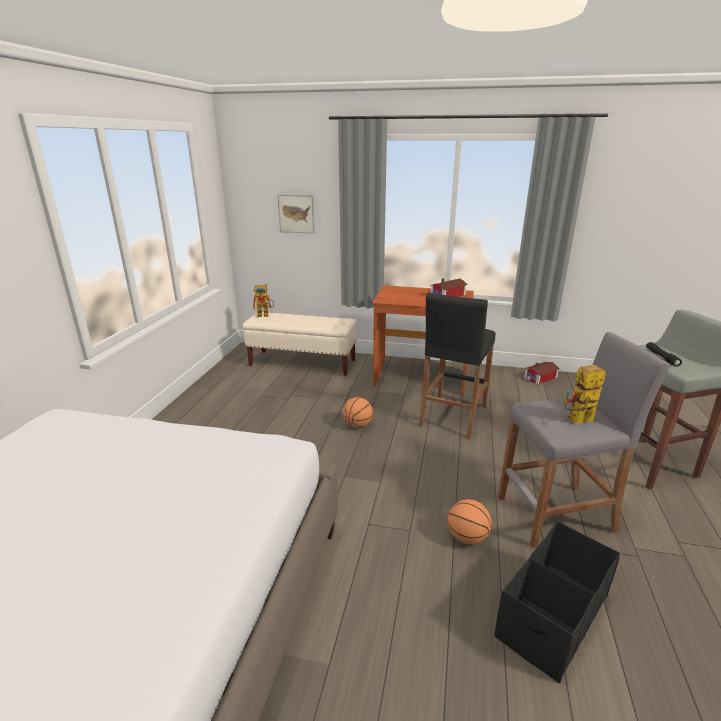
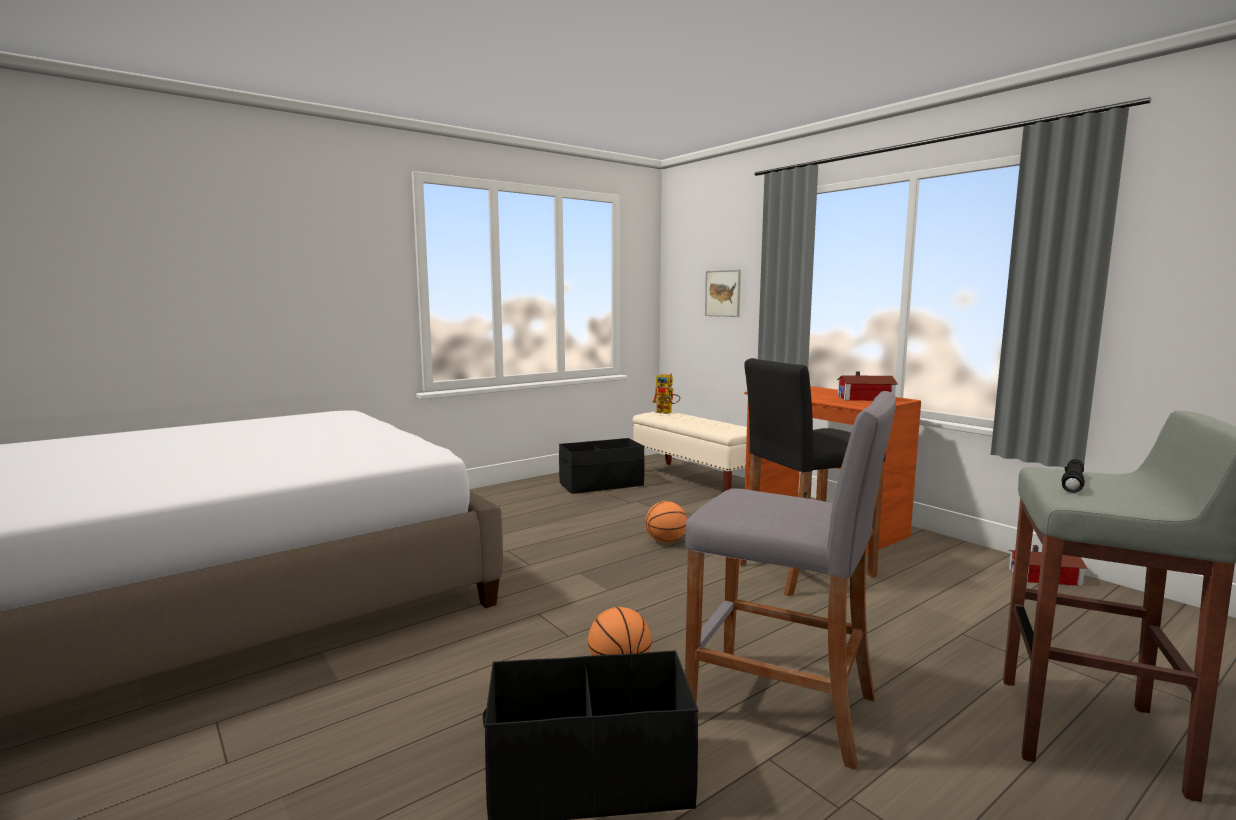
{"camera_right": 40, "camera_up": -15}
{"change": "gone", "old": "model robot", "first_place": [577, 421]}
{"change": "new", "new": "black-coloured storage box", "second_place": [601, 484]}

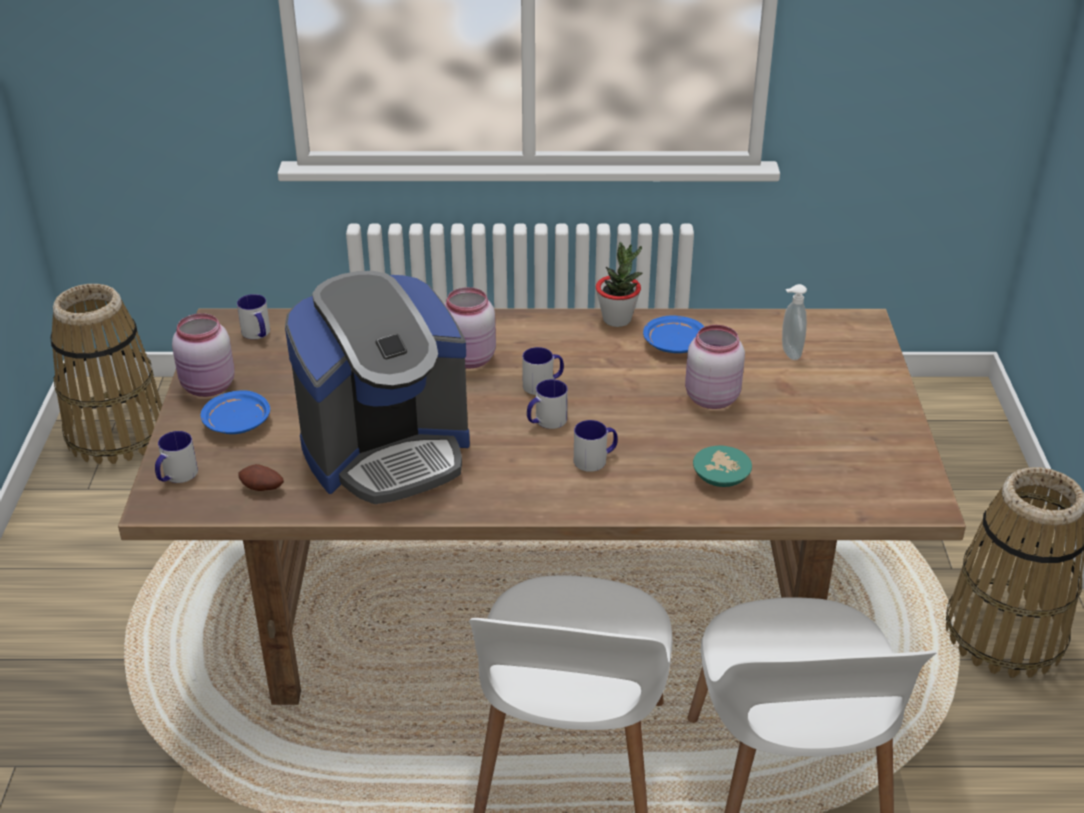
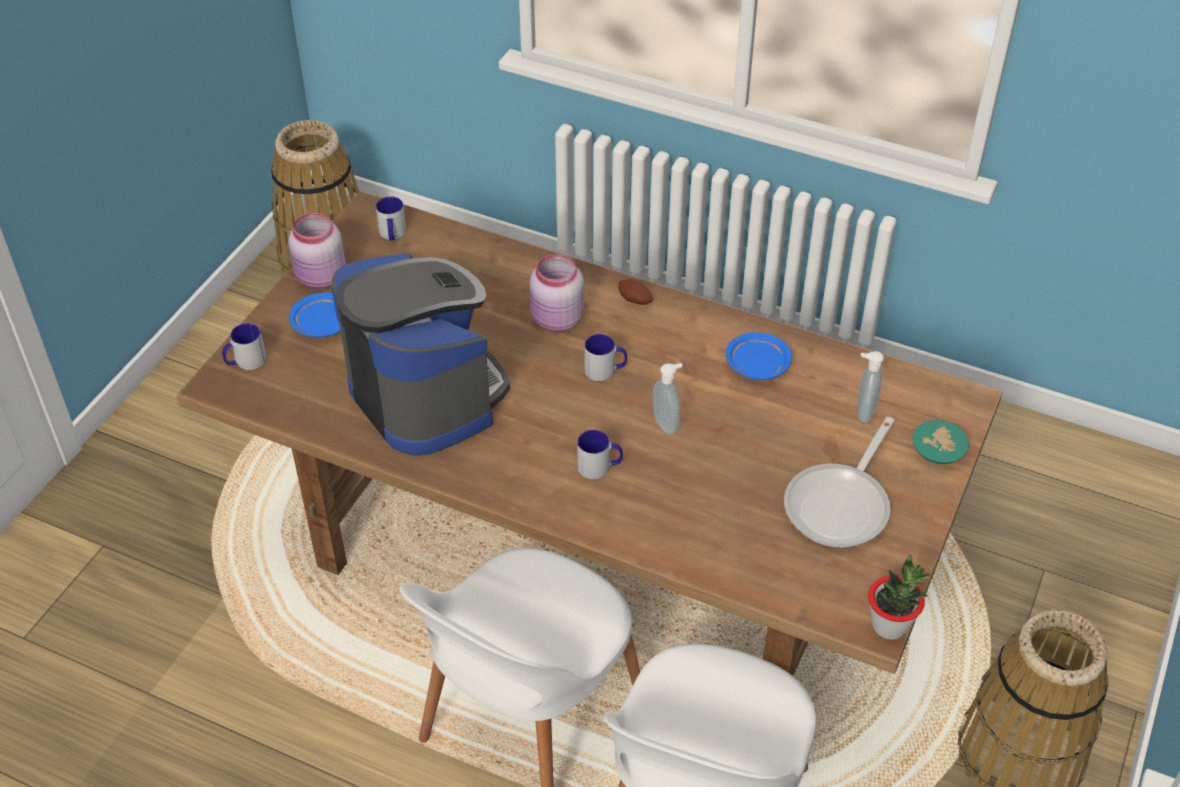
{"camera_right": 25, "camera_up": 10}
{"change": "gone", "old": "mug", "first_place": [546, 421]}
{"change": "gone", "old": "pinkish jar", "first_place": [710, 398]}
{"change": "new", "new": "soap dispenser", "second_place": [667, 424]}
{"change": "new", "new": "pan", "second_place": [841, 505]}
{"change": "shifted", "old": "whole potato", "first_place": [262, 489], "second_place": [634, 301]}
{"change": "shifted", "old": "plant in a pot", "first_place": [617, 319], "second_place": [890, 625]}
{"change": "shifted", "old": "turquoise-coloured serving bowl", "first_place": [720, 476], "second_place": [938, 450]}
{"change": "rotated", "old": "coffee maker", "first_place": [387, 451], "second_place": [426, 395], "degrees": -120}

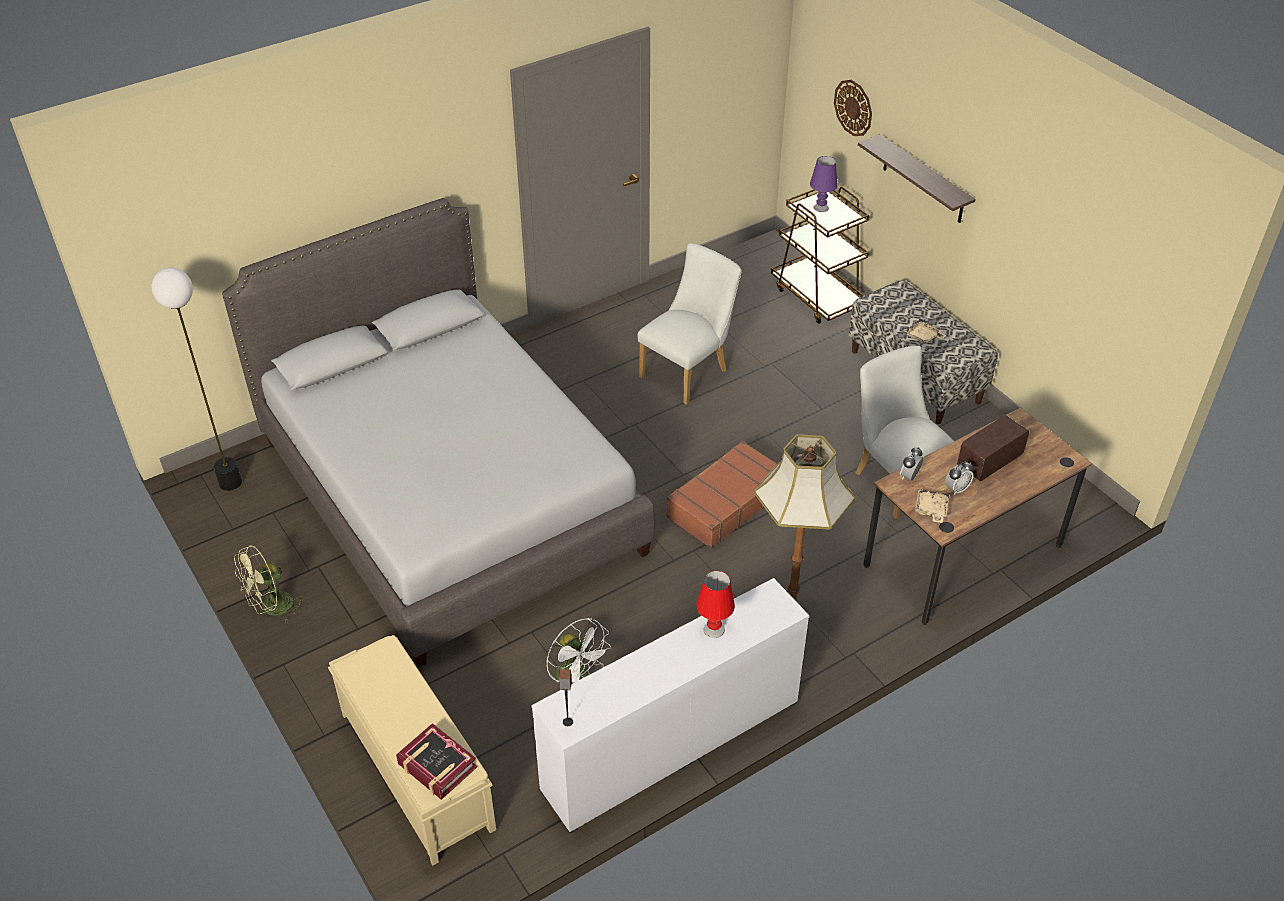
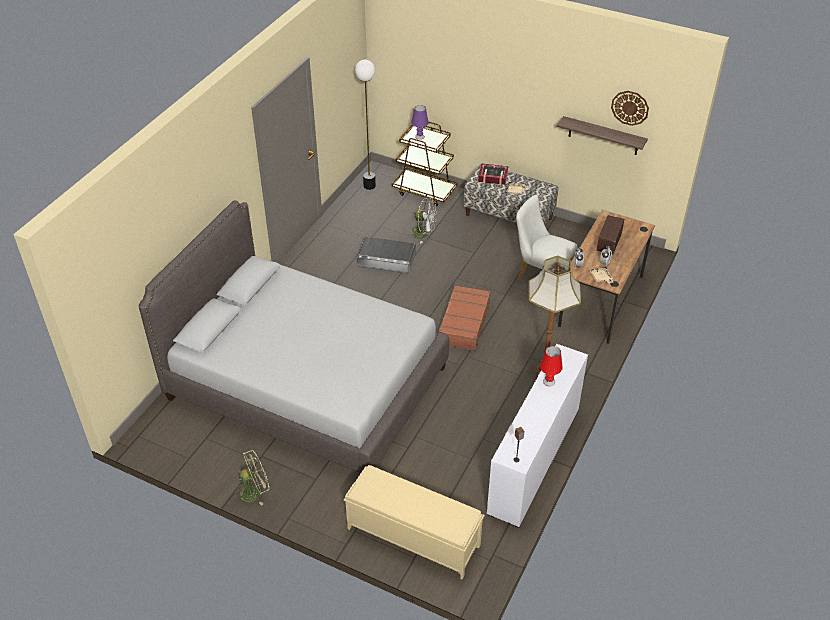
{"camera_right": -30, "camera_up": 0}
{"change": "shifted", "old": "floor lamp", "first_place": [230, 482], "second_place": [369, 185]}
{"change": "shifted", "old": "bound book", "first_place": [437, 766], "second_place": [493, 177]}
{"change": "shifted", "old": "whitish cooling fan", "first_place": [577, 678], "second_place": [424, 234]}
{"change": "shifted", "old": "clock on the wall", "first_place": [853, 107], "second_place": [630, 107]}
{"change": "shifted", "old": "wall shelf", "first_place": [923, 180], "second_place": [603, 136]}
{"change": "swapped", "old": "whitish plain chair", "new": "gray storage box", "first_place": [688, 371], "second_place": [386, 259]}
{"change": "rotated", "old": "greenish cooling fan", "first_place": [272, 609], "second_place": [254, 491], "degrees": -135}

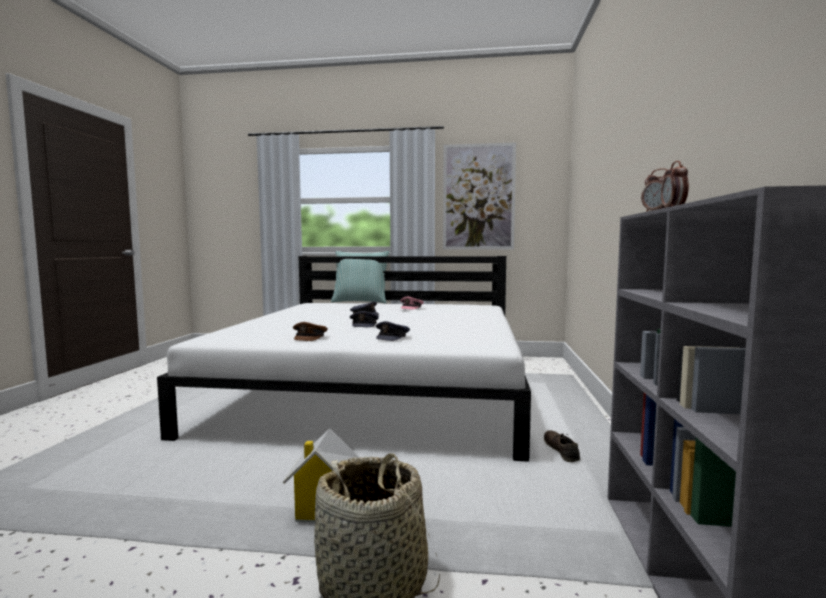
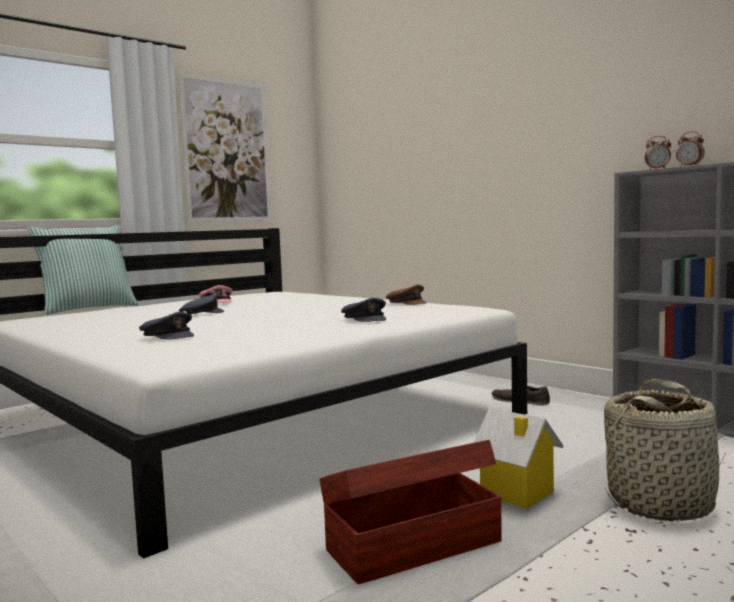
{"camera_right": -50, "camera_up": 0}
{"change": "new", "new": "brown storage box", "second_place": [411, 547]}
{"change": "shifted", "old": "brown cap", "first_place": [310, 337], "second_place": [407, 303]}
{"change": "shifted", "old": "gray cap", "first_place": [364, 325], "second_place": [169, 336]}

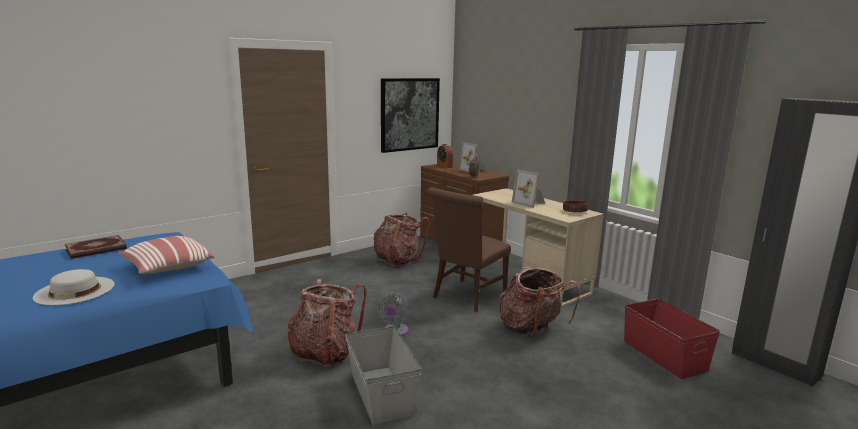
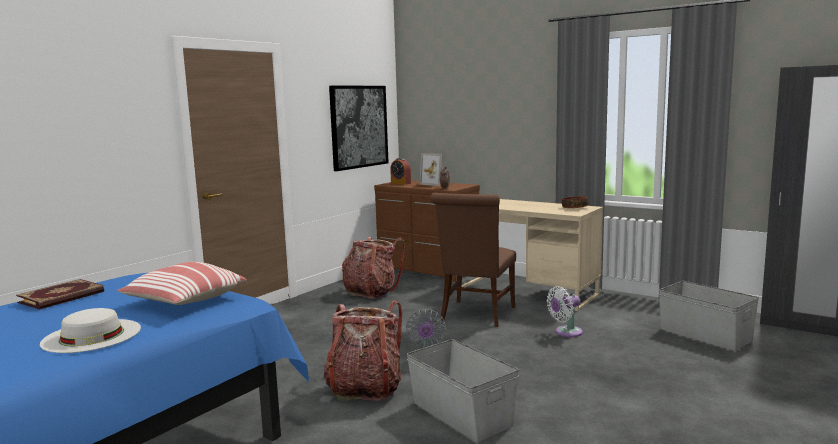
{"camera_right": -15, "camera_up": -5}
{"change": "gone", "old": "picture frame", "first_place": [529, 203]}
{"change": "swapped", "old": "rucksack", "new": "whitish cooling fan", "first_place": [532, 329], "second_place": [566, 332]}
{"change": "repainted", "old": "red storage box", "new": "gray storage box", "first_place": [664, 355], "second_place": [704, 334]}

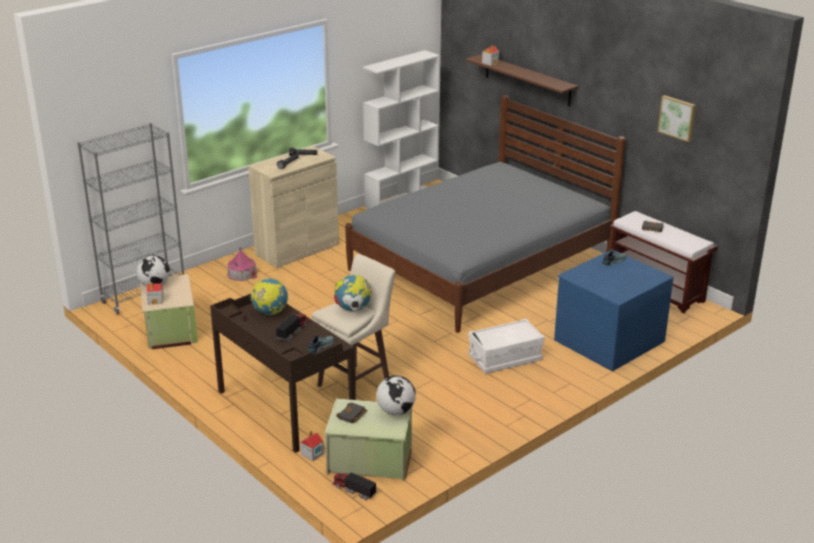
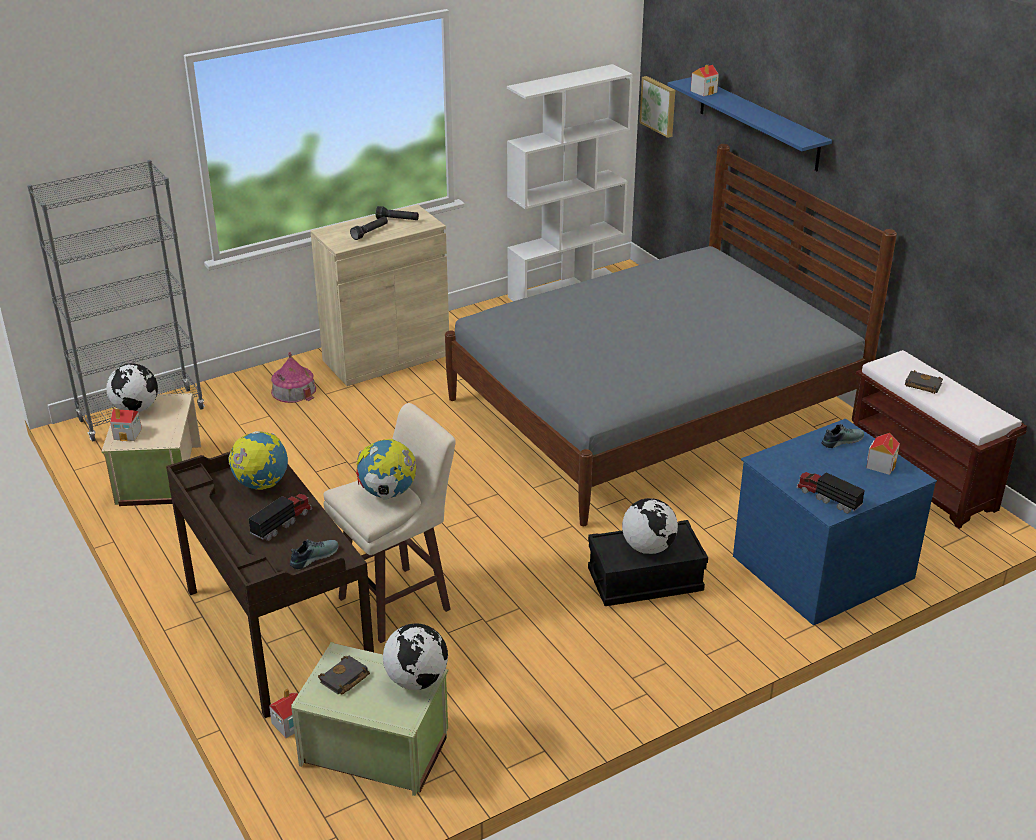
{"camera_right": 10, "camera_up": 5}
{"change": "new", "new": "globe", "second_place": [648, 547]}
{"change": "new", "new": "toy house", "second_place": [881, 465]}
{"change": "shifted", "old": "model truck", "first_place": [353, 490], "second_place": [827, 498]}
{"change": "shifted", "old": "wall picture", "first_place": [677, 117], "second_place": [659, 106]}
{"change": "repainted", "old": "brown wall shelf", "new": "blue-coloured wall shelf", "first_place": [527, 80], "second_place": [758, 123]}
{"change": "repainted", "old": "whitish storage box", "new": "black-coloured storage box", "first_place": [505, 358], "second_place": [645, 581]}

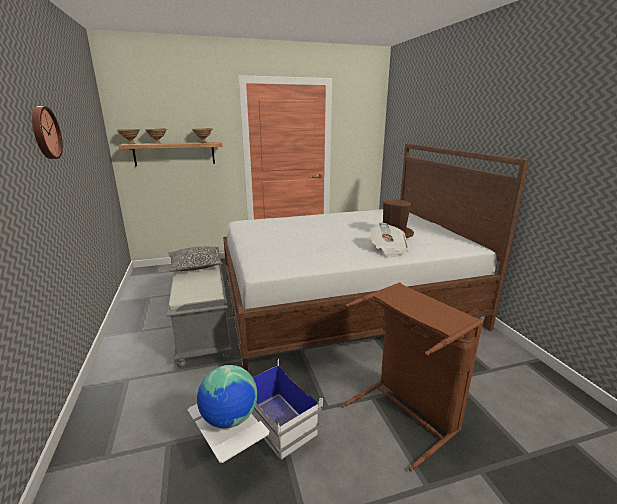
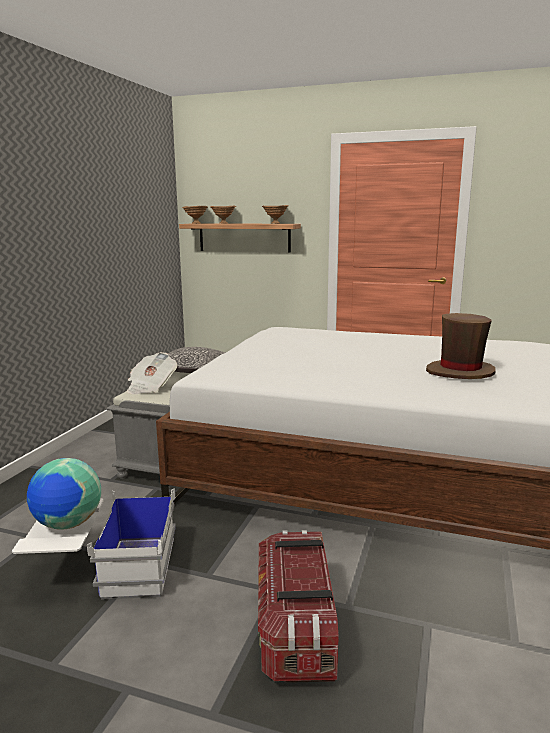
{"camera_right": 35, "camera_up": -5}
{"change": "gone", "old": "clock on the wall", "first_place": [44, 133]}
{"change": "shifted", "old": "newspaper", "first_place": [388, 250], "second_place": [151, 387]}
{"change": "swapped", "old": "brown laundry basket", "new": "storage box", "first_place": [406, 413], "second_place": [295, 628]}

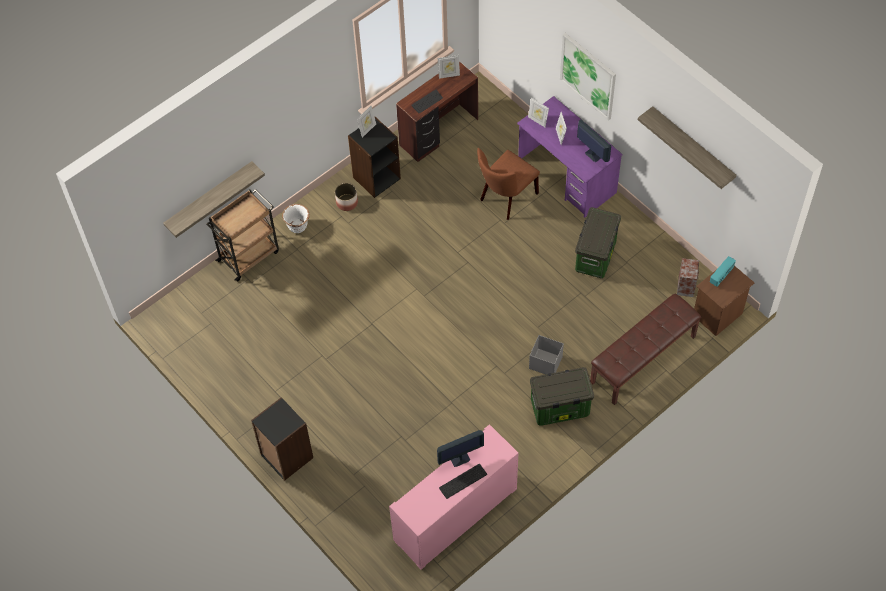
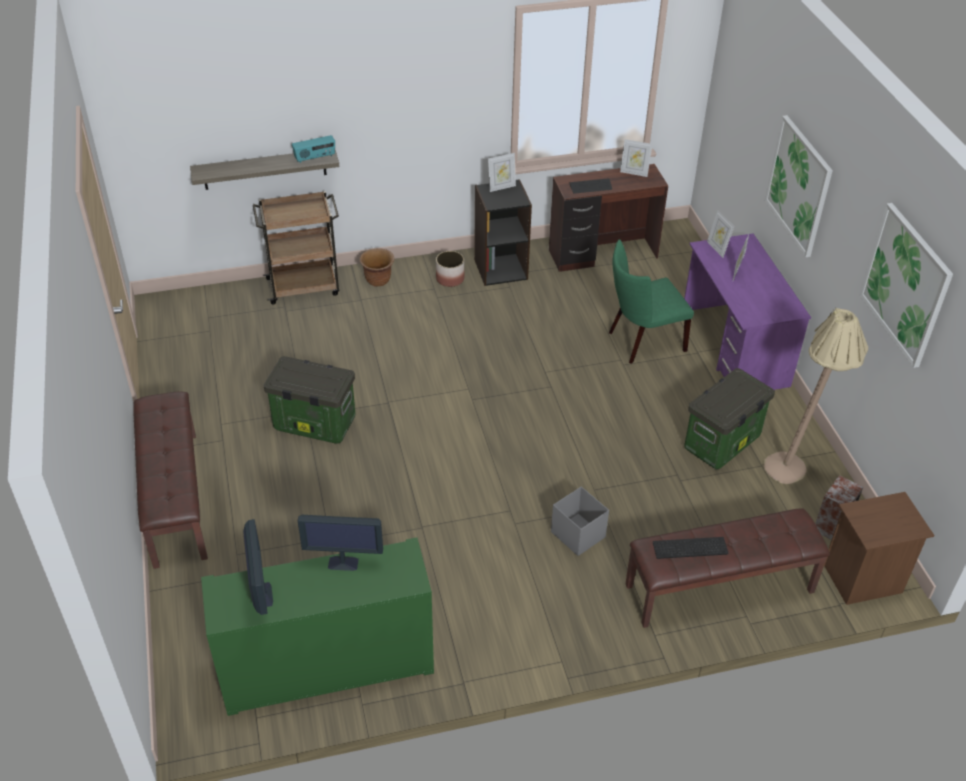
{"camera_right": 25, "camera_up": -15}
{"change": "new", "new": "beige floor lamp", "second_place": [795, 469]}
{"change": "shifted", "old": "PC keyboard", "first_place": [463, 482], "second_place": [689, 549]}
{"change": "shifted", "old": "storage box", "first_place": [559, 409], "second_place": [313, 424]}
{"change": "shifted", "old": "monitor", "first_place": [592, 155], "second_place": [263, 594]}
{"change": "shifted", "old": "radio receiver", "first_place": [721, 276], "second_place": [315, 158]}
{"change": "swapped", "old": "black-coloured shelving unit", "new": "brown bench", "first_place": [286, 456], "second_place": [174, 498]}
{"change": "swapped", "old": "wall shelf", "new": "wall picture", "first_place": [692, 147], "second_place": [905, 284]}
{"change": "repainted", "old": "whitish planter", "new": "brown planter", "first_place": [298, 227], "second_place": [378, 281]}
{"change": "repainted", "old": "pinkish cupboard", "new": "greenish cupboard", "first_place": [455, 514], "second_place": [327, 666]}
{"change": "repainted", "old": "brown plain chair", "new": "greenish plain chair", "first_place": [506, 198], "second_place": [642, 342]}

